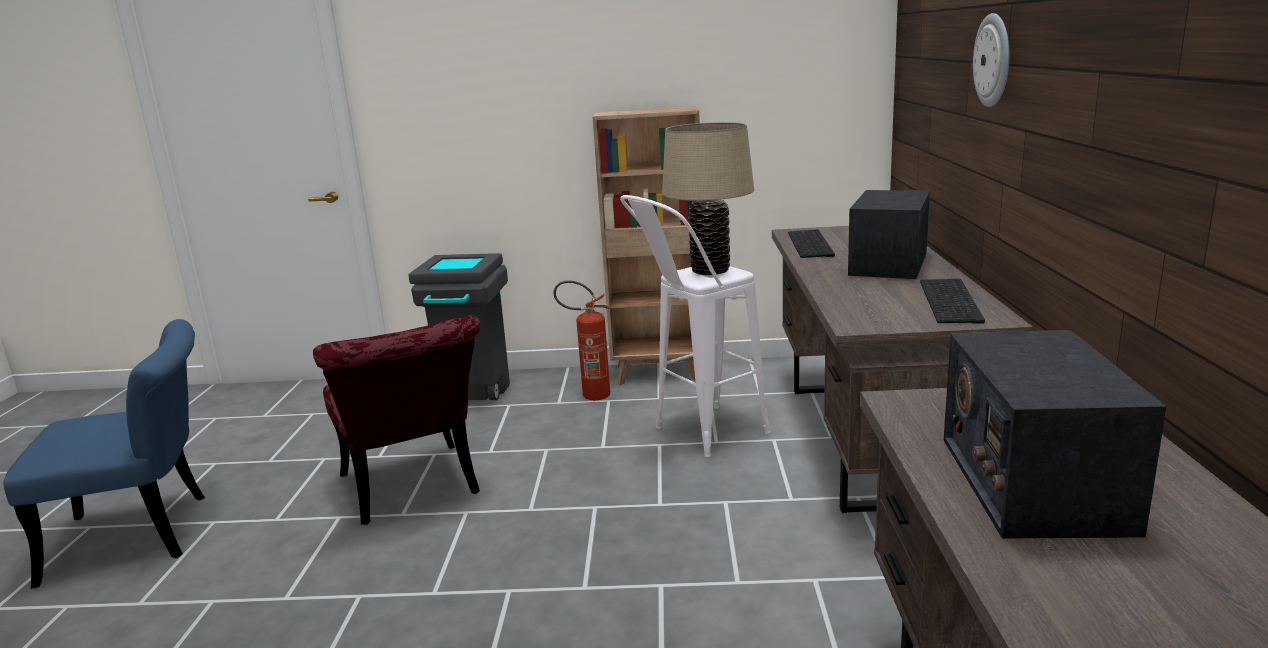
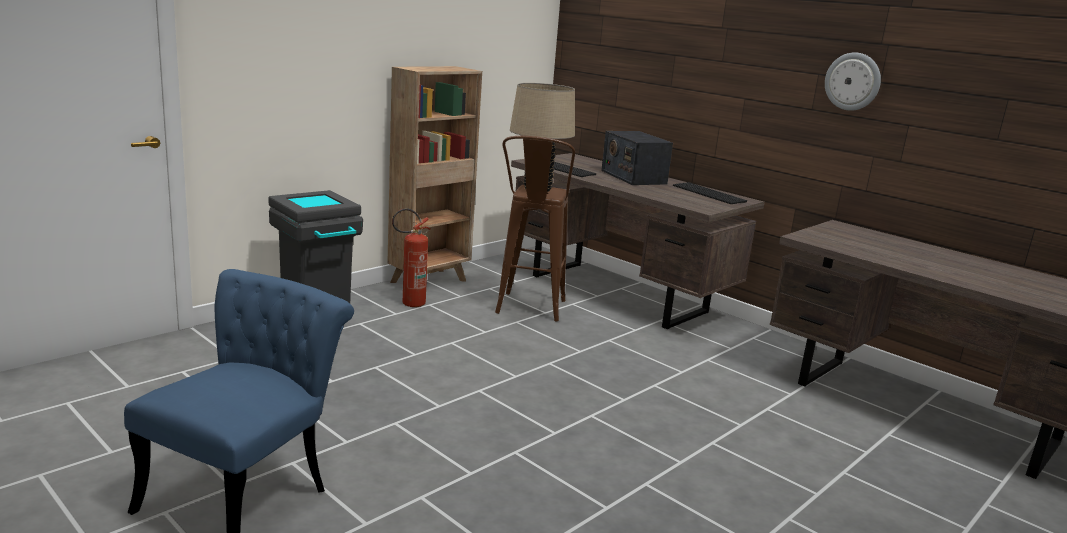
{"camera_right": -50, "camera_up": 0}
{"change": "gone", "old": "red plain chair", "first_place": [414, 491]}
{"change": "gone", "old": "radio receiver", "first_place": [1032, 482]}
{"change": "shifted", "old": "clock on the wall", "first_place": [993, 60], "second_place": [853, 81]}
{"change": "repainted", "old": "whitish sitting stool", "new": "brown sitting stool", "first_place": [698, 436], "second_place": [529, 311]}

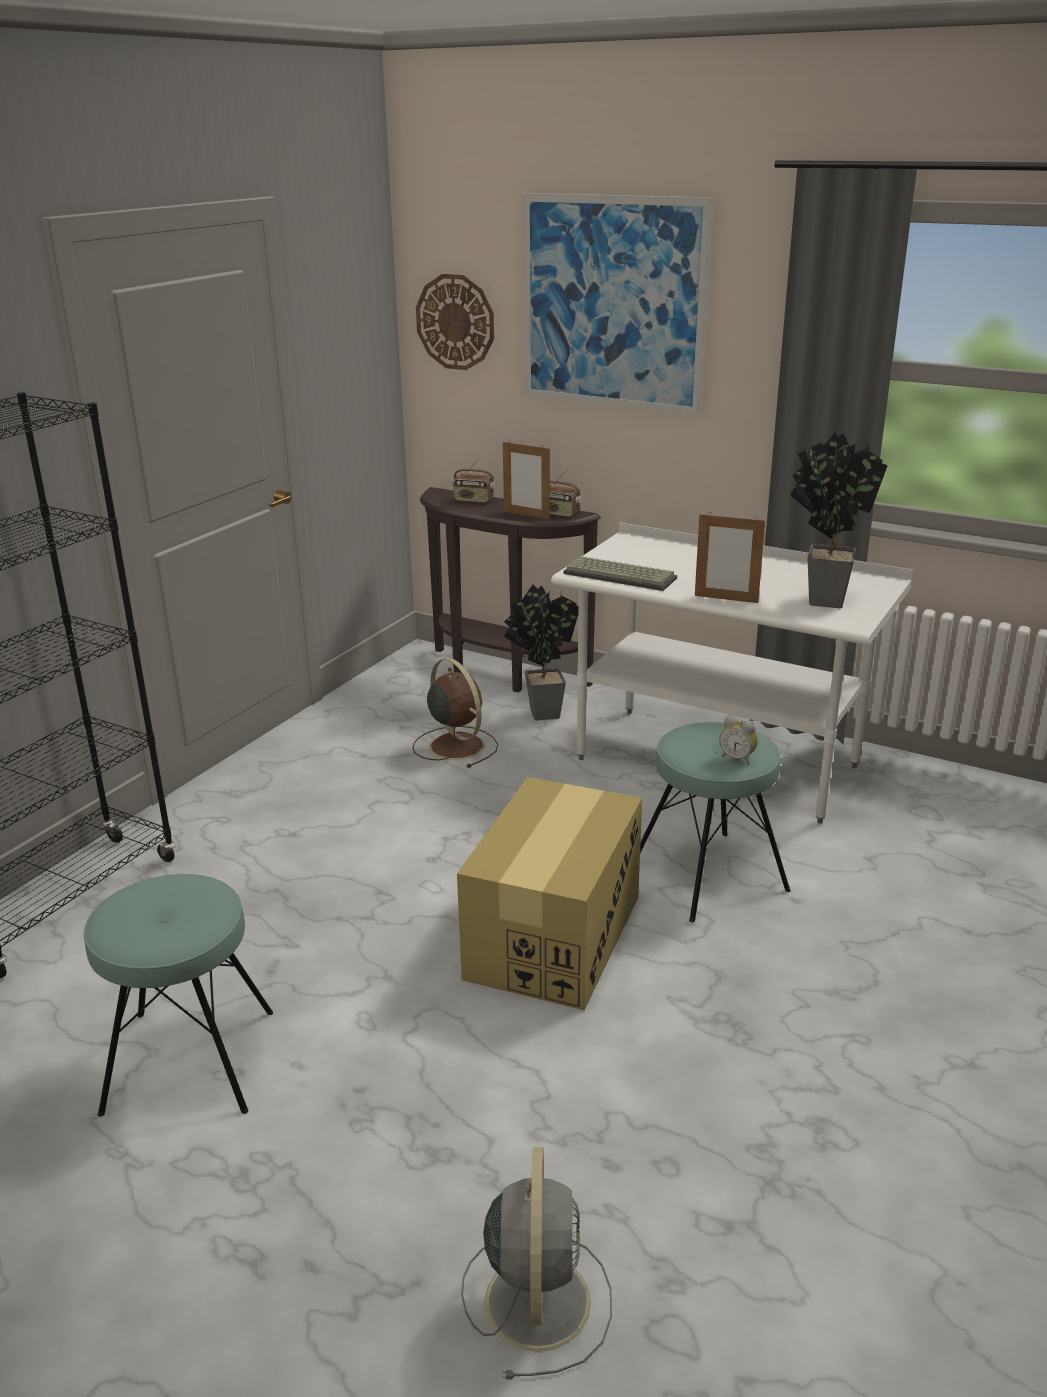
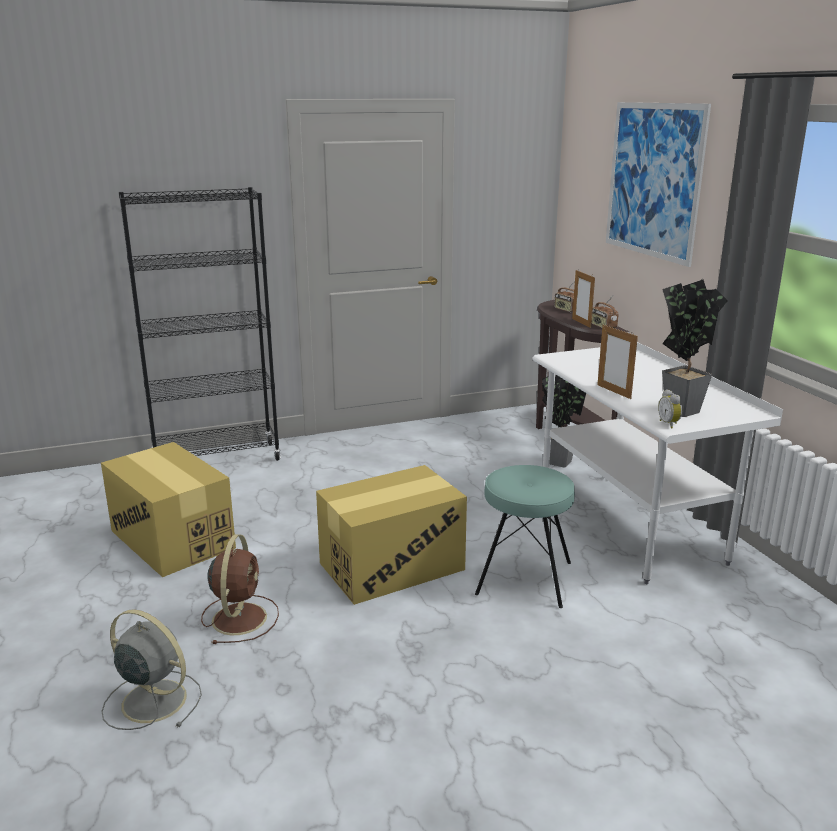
{"camera_right": 40, "camera_up": -5}
{"change": "gone", "old": "clock on the wall", "first_place": [455, 322]}
{"change": "gone", "old": "PC keyboard", "first_place": [621, 575]}
{"change": "shifted", "old": "brown cooling fan", "first_place": [455, 745], "second_place": [240, 617]}
{"change": "shifted", "old": "table clock", "first_place": [737, 758], "second_place": [669, 424]}
{"change": "swapped", "old": "turquoise-coloured sitting stool", "new": "carton", "first_place": [190, 1061], "second_place": [172, 539]}
{"change": "rotated", "old": "gray cooling fan", "first_place": [537, 1297], "second_place": [152, 700], "degrees": -105}

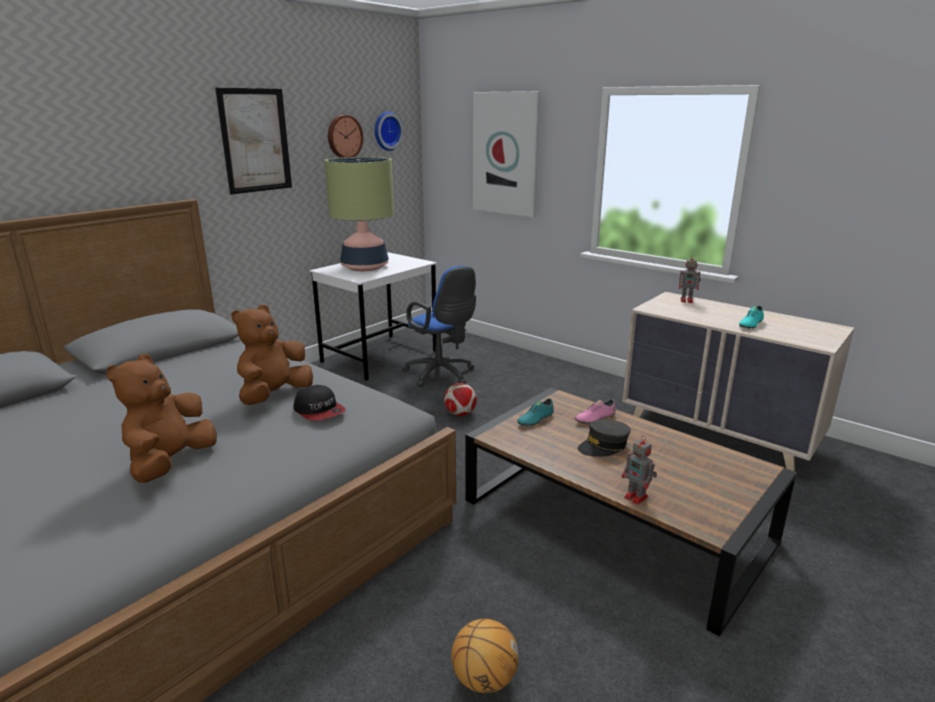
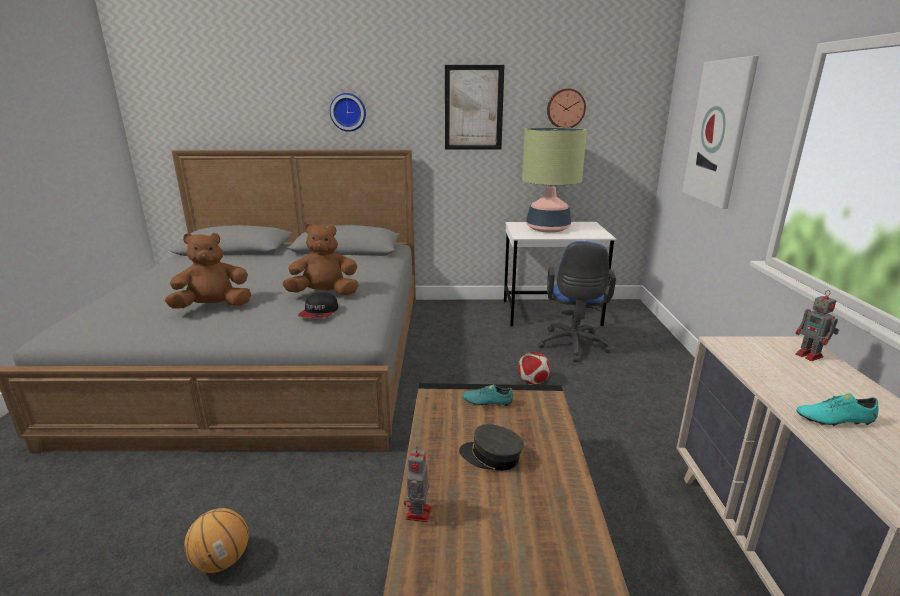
{"camera_right": 50, "camera_up": 0}
{"change": "gone", "old": "pinkish shoe", "first_place": [595, 419]}
{"change": "shifted", "old": "clock on the wall", "first_place": [386, 131], "second_place": [348, 112]}

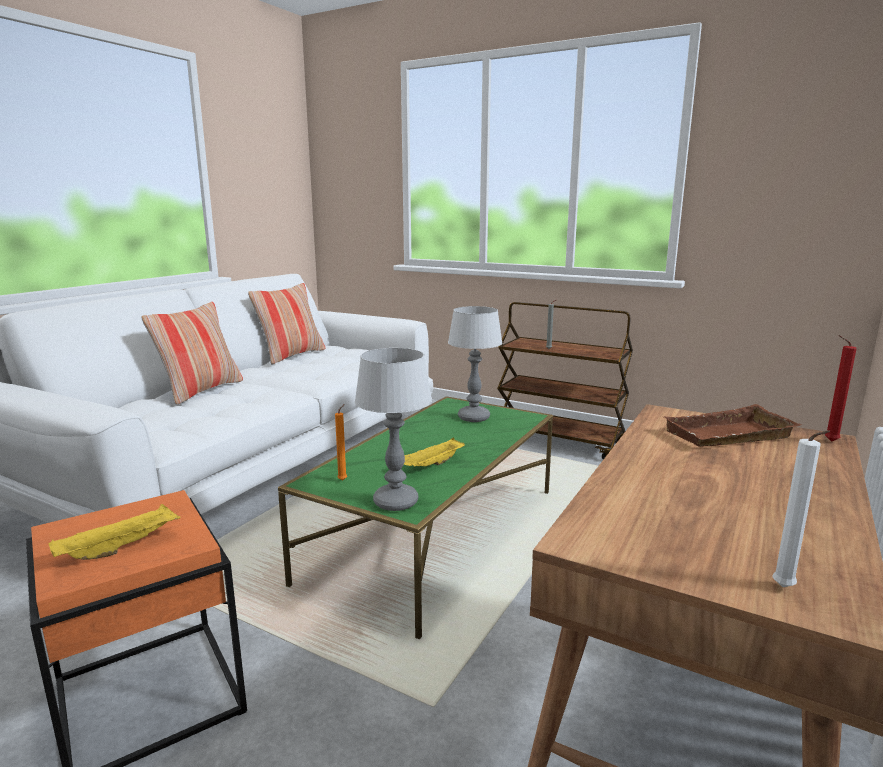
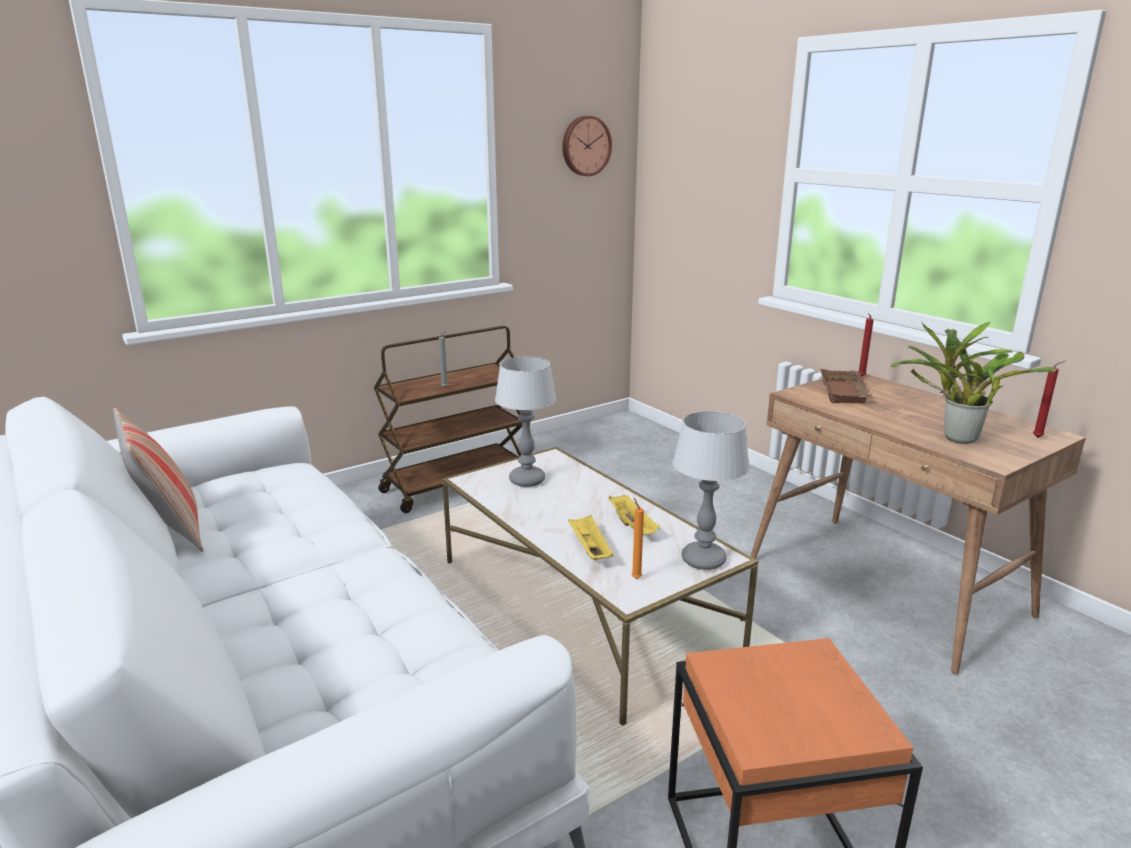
{"camera_right": -65, "camera_up": 5}
{"change": "gone", "old": "cushion", "first_place": [201, 390]}
{"change": "new", "new": "clock on the wall", "second_place": [585, 146]}
{"change": "new", "new": "plant in a pot", "second_place": [954, 437]}
{"change": "shifted", "old": "yellowish tray", "first_place": [121, 547], "second_place": [589, 549]}
{"change": "repainted", "old": "greenish coffee table", "new": "whitish coffee table", "first_place": [435, 533], "second_place": [582, 606]}
{"change": "repainted", "old": "whitish wax candle", "new": "red wax candle", "first_place": [785, 589], "second_place": [1039, 438]}

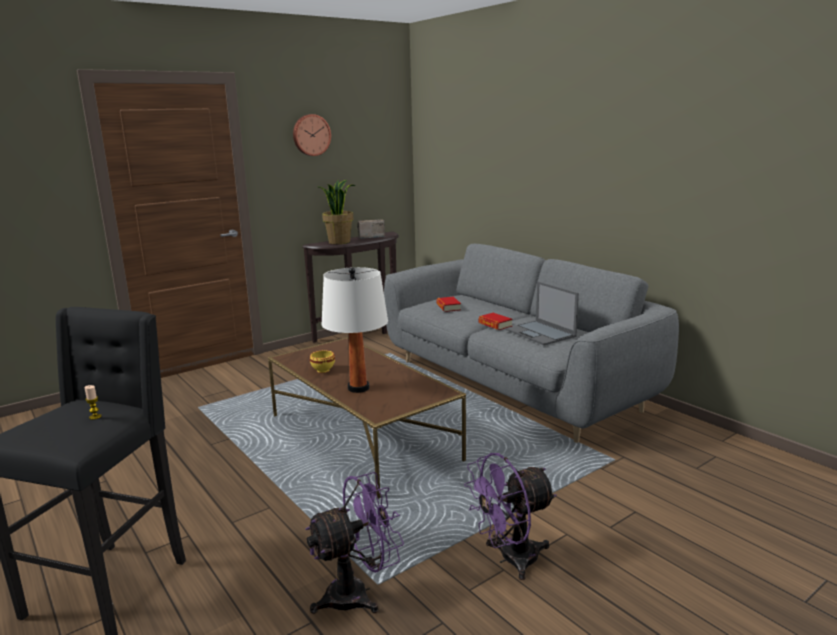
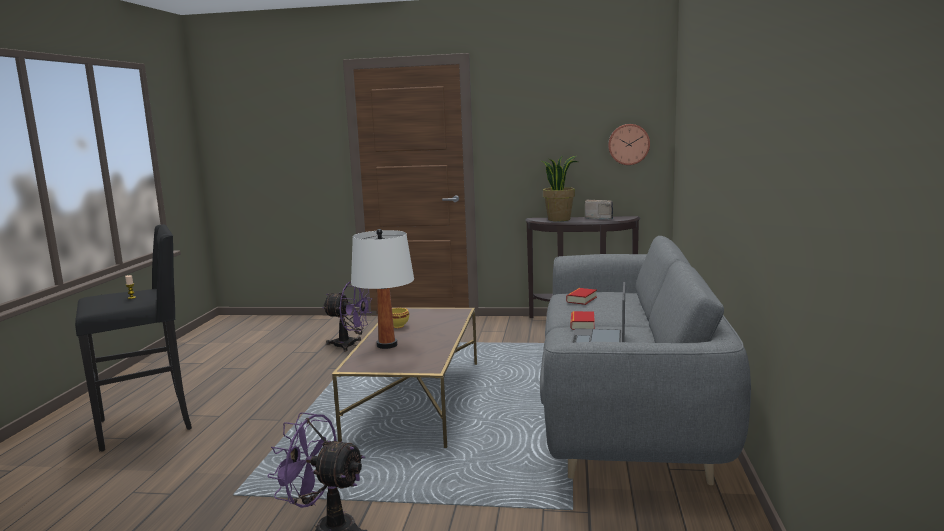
{"camera_right": 45, "camera_up": -5}
{"change": "shifted", "old": "clock on the wall", "first_place": [311, 135], "second_place": [628, 144]}
{"change": "shifted", "old": "purple-coloured cooling fan", "first_place": [358, 593], "second_place": [350, 345]}

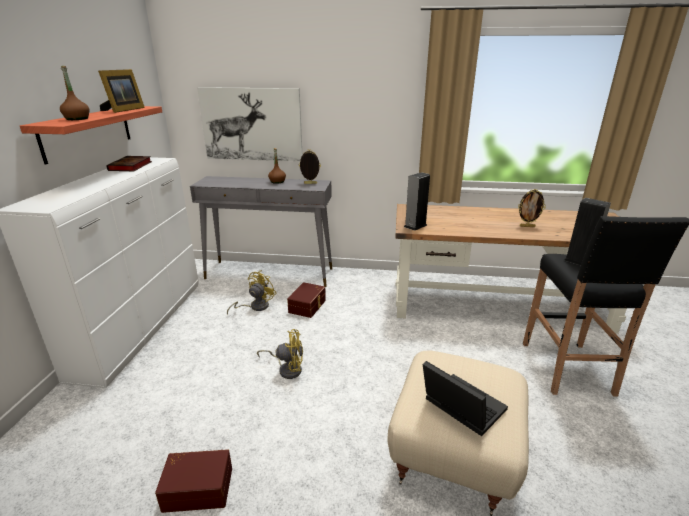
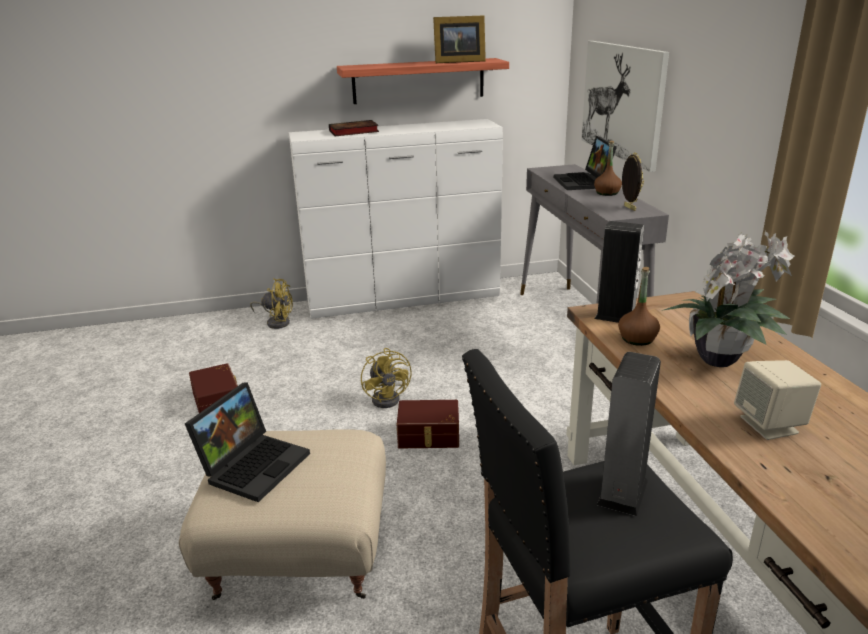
{"camera_right": 70, "camera_up": 0}
{"change": "new", "new": "notebook computer", "second_place": [584, 183]}
{"change": "new", "new": "plant in a pot", "second_place": [721, 360]}
{"change": "shifted", "old": "brown beverage bottle", "first_place": [77, 119], "second_place": [637, 339]}
{"change": "shifted", "old": "bound book", "first_place": [130, 166], "second_place": [352, 132]}
{"change": "shifted", "old": "yellowish cooling fan", "first_place": [255, 307], "second_place": [276, 322]}
{"change": "shifted", "old": "brown storage box", "first_place": [308, 306], "second_place": [429, 436]}
{"change": "swapped", "old": "picture frame", "new": "beige audio speaker", "first_place": [527, 226], "second_place": [770, 425]}

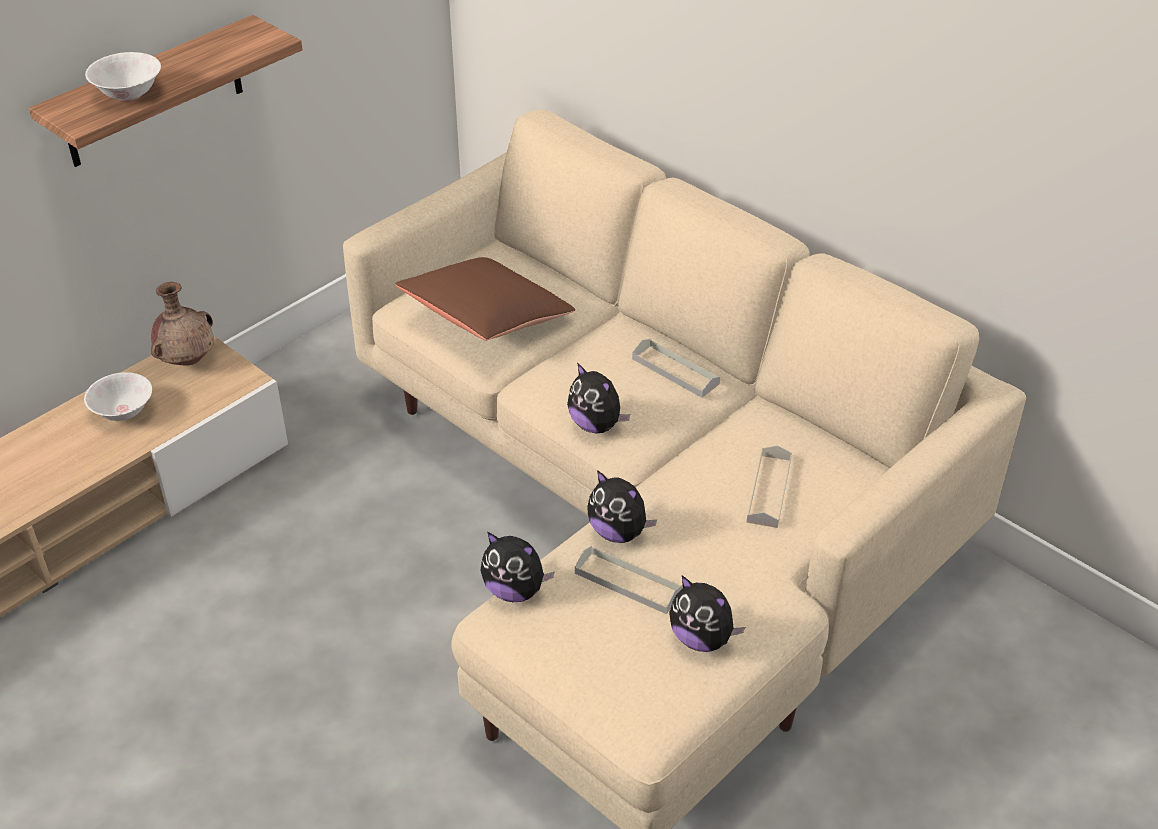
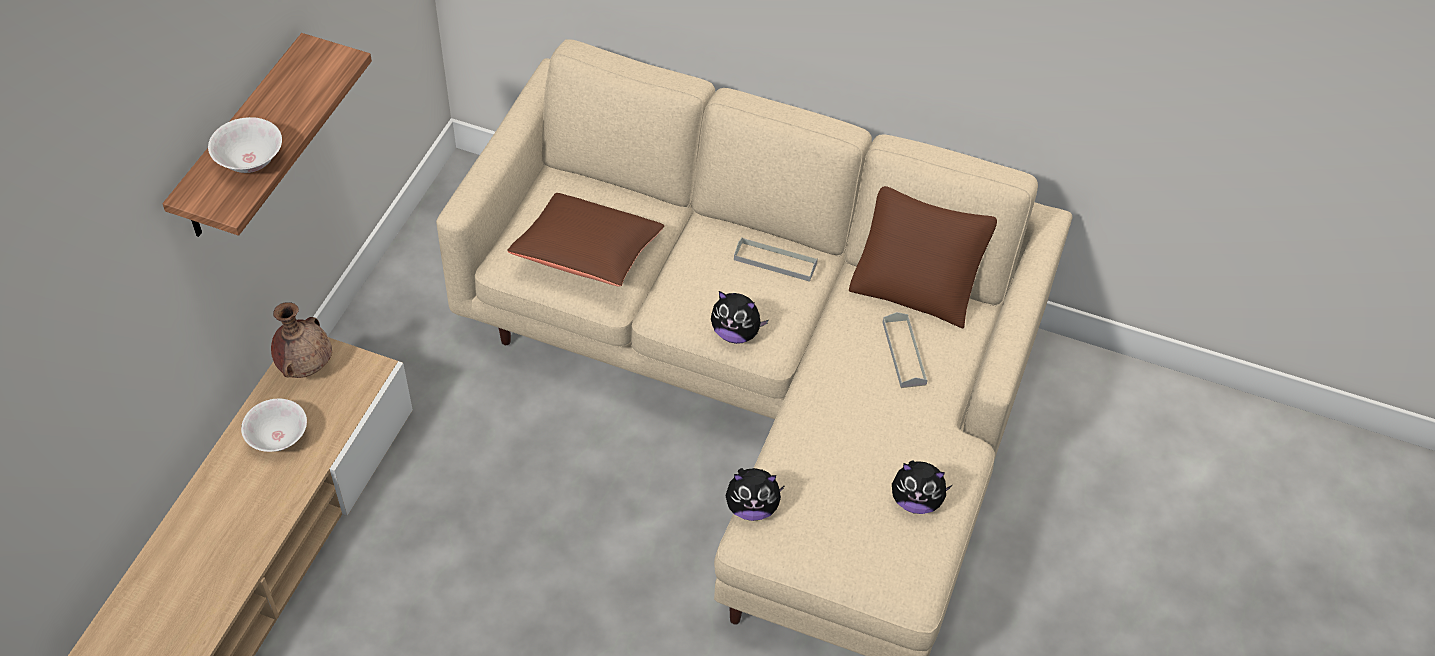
{"camera_right": -25, "camera_up": 10}
{"change": "gone", "old": "gray tray", "first_place": [628, 583]}
{"change": "gone", "old": "cuddly toy", "first_place": [618, 532]}
{"change": "new", "new": "brown cushion", "second_place": [916, 285]}

